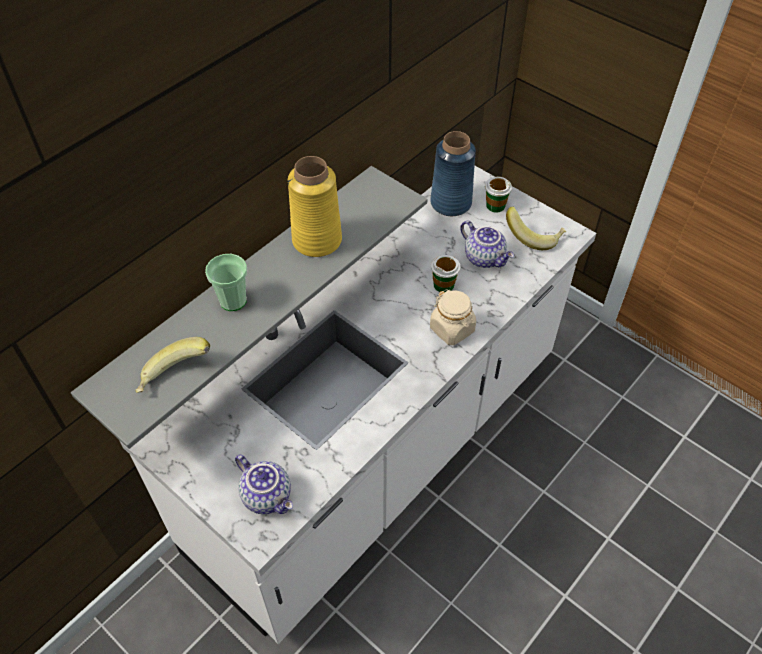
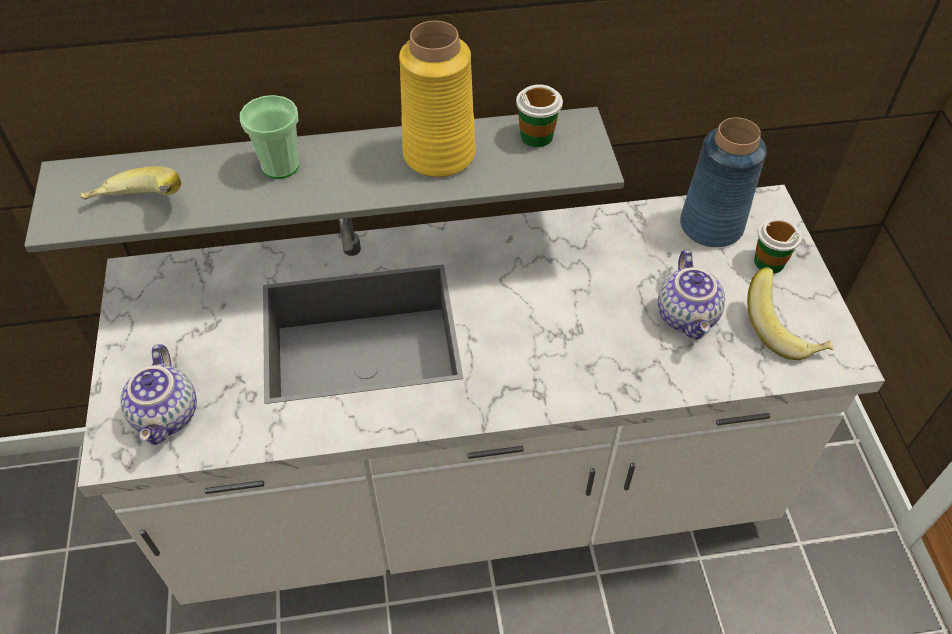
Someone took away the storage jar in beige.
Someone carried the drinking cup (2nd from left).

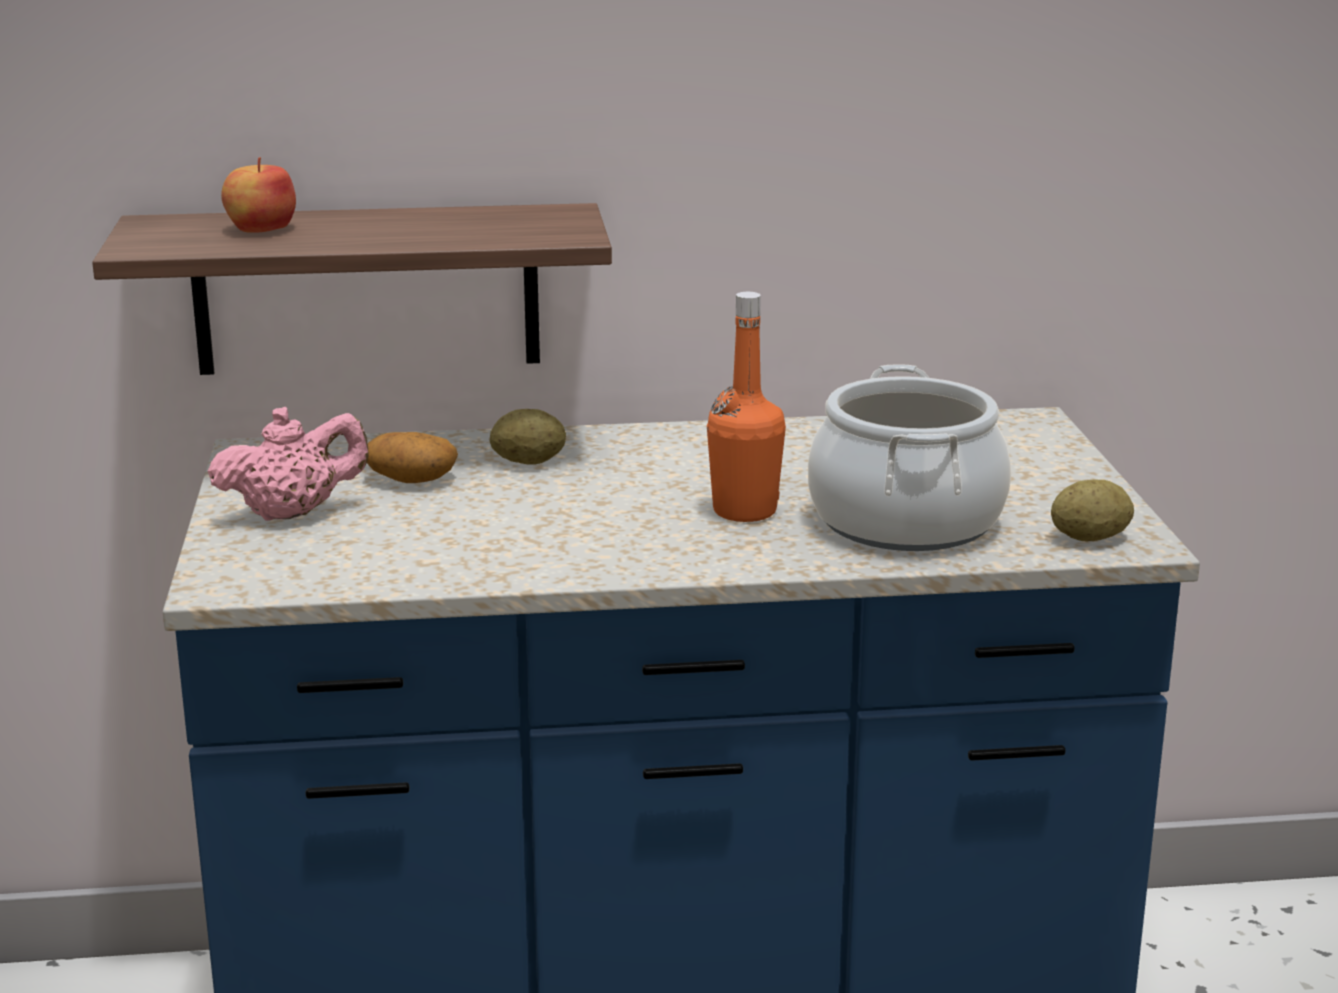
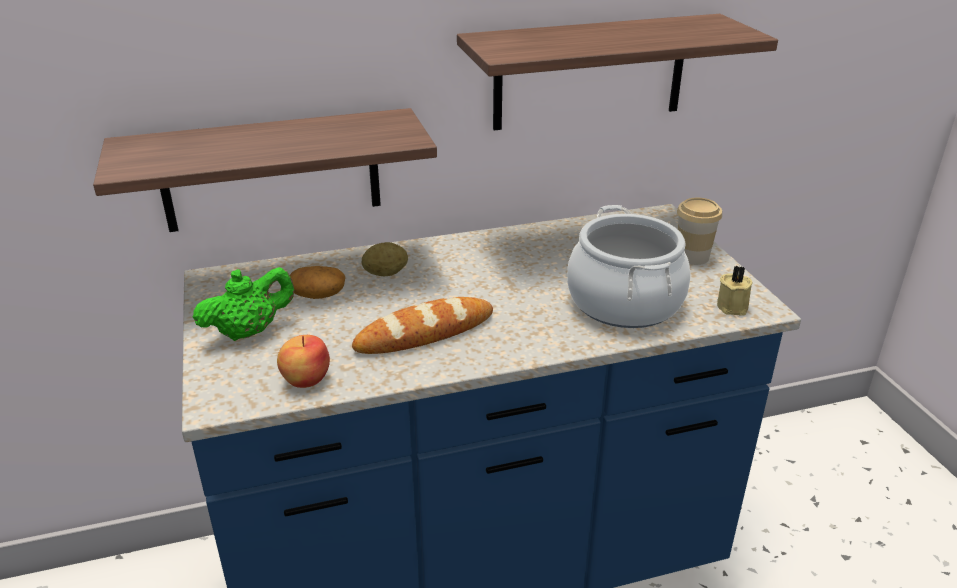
Someone repainted the tea pot in pink, which became the tea pot in greenish.
Someone carried the whole apple.
Someone took away the beverage bottle in orange.
Someone swapped the potato (3rd from left) for the wax candle in beige.
Someone put down the bread.
Someone put up the wall shelf (2nd from left).
Someone put down the drinking cup.

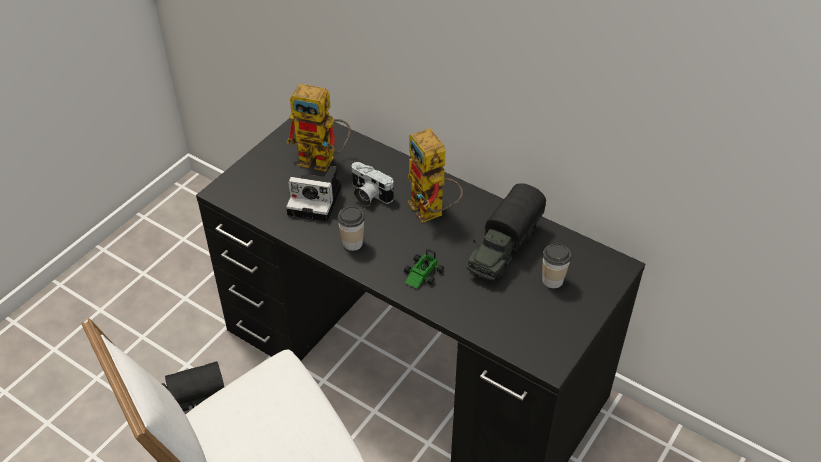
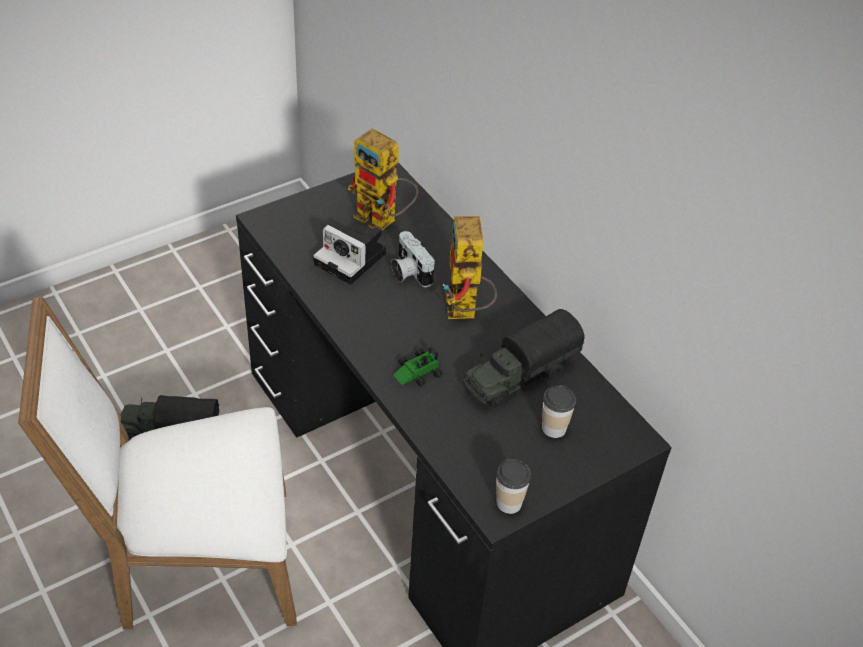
Someone carried the drinking cup (1st from left).

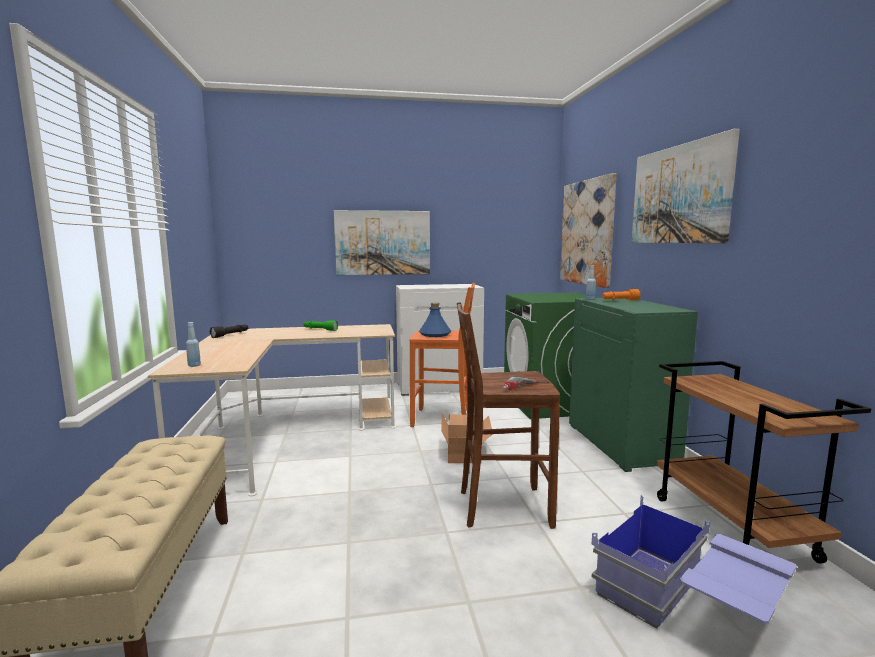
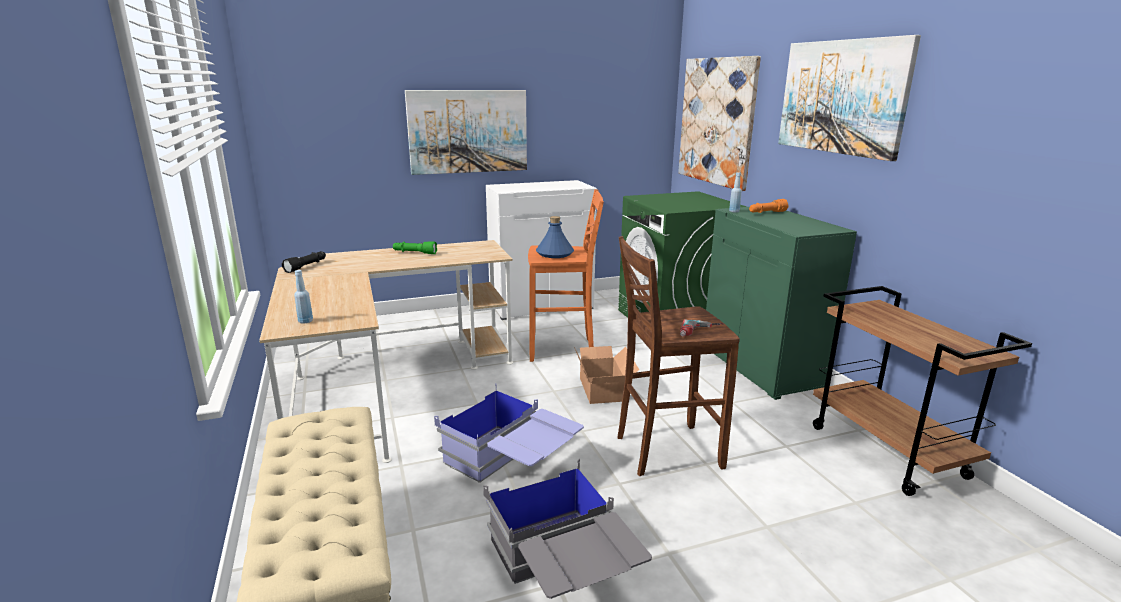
Someone carried the storage bin in blue.
Someone put down the storage bin in greyish.

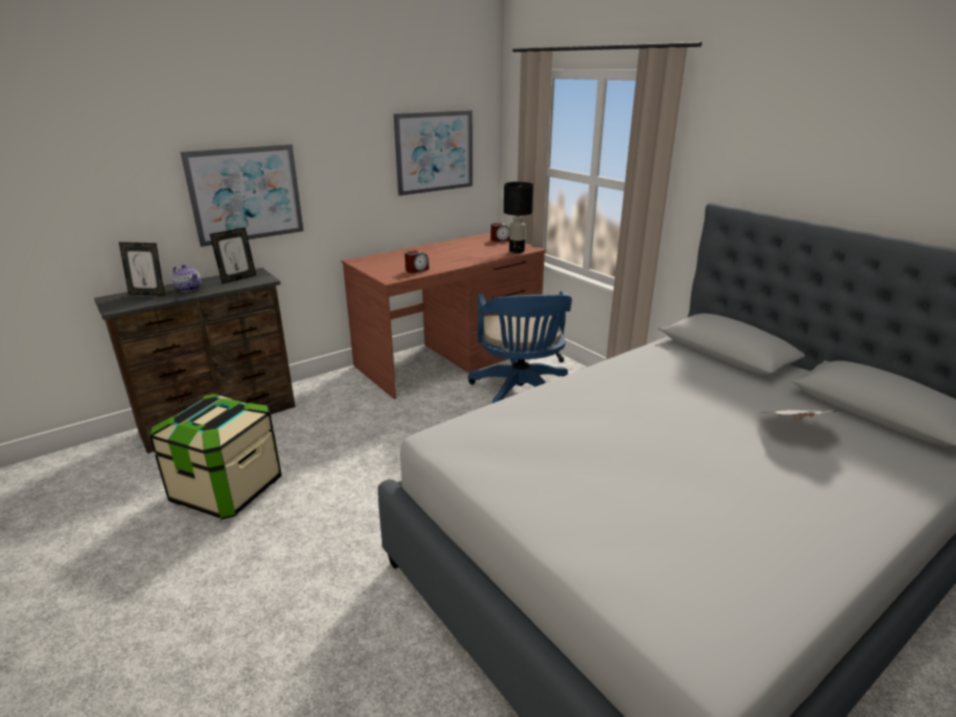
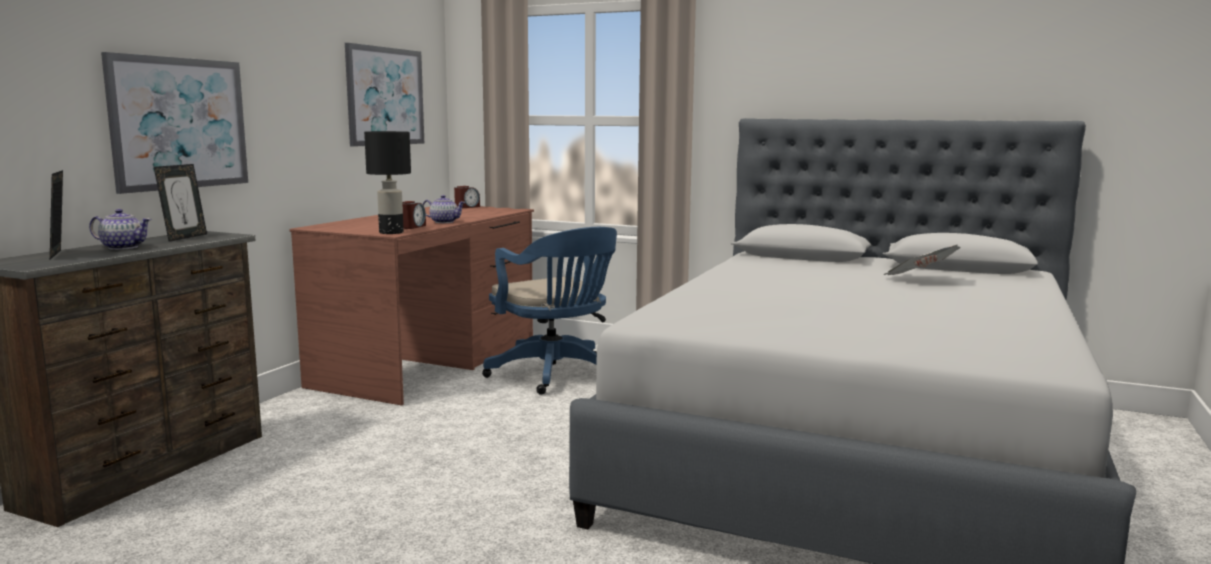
Someone rotated the picture frame (1st from left) by 90 degrees clockwise.
Someone took away the storage bin.
Someone carried the table lamp in blackish.
Someone put down the tea pot (2nd from left).

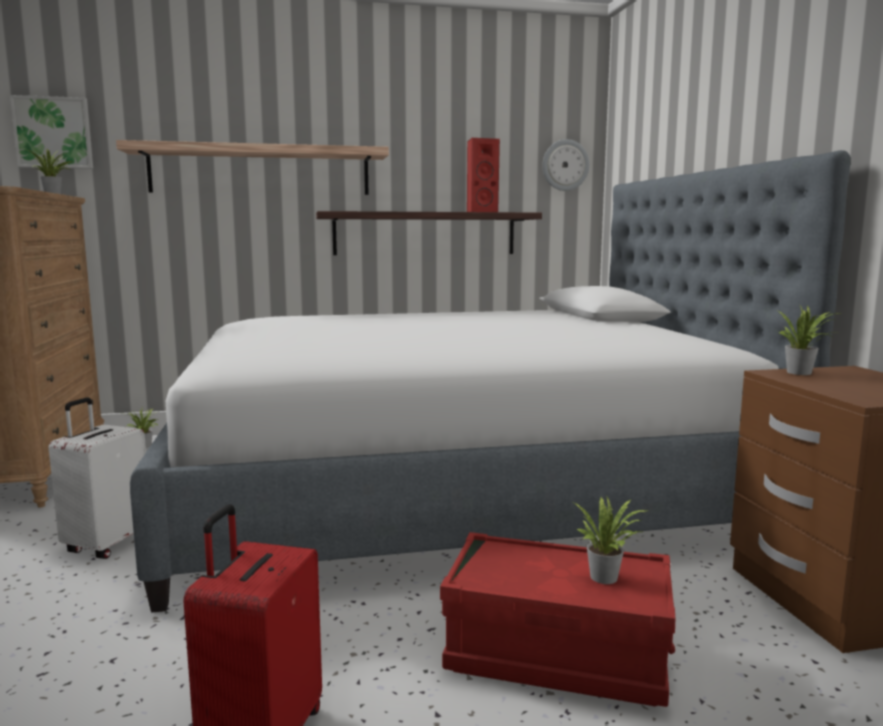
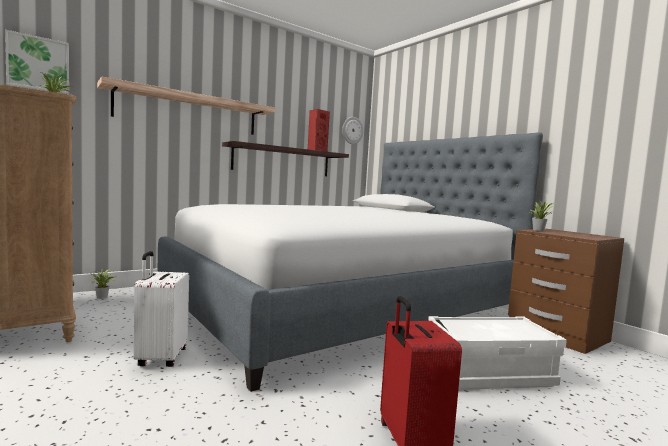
Someone repainted the storage bin in red-coloured, which became the storage bin in white.
Someone took away the potted plant (3rd from left).

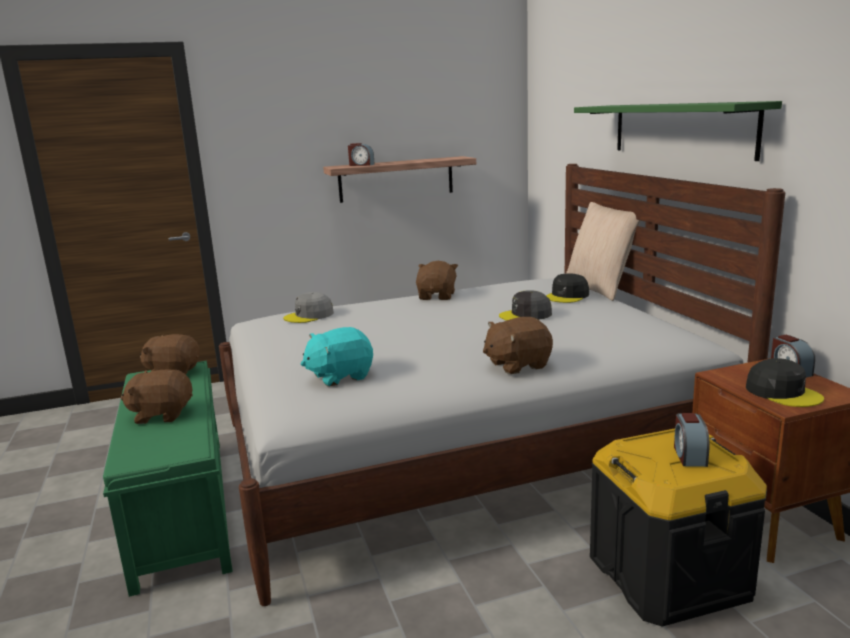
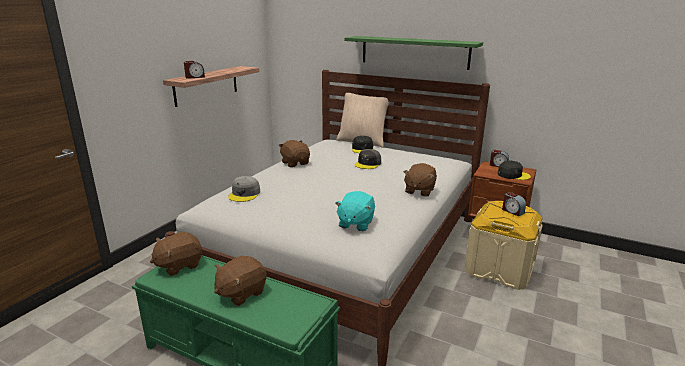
Someone repainted the storage bin in blackish, which became the storage bin in beige.

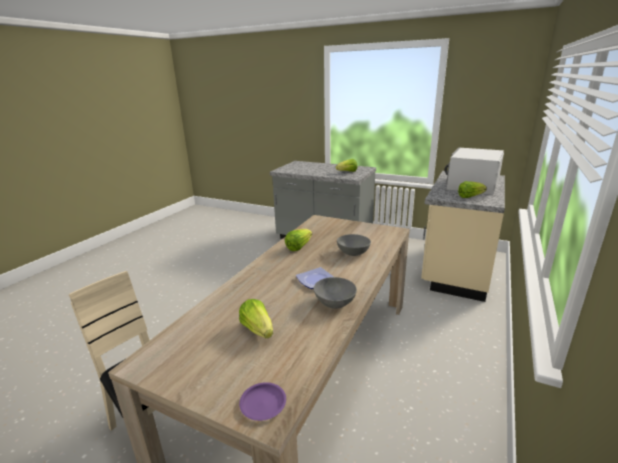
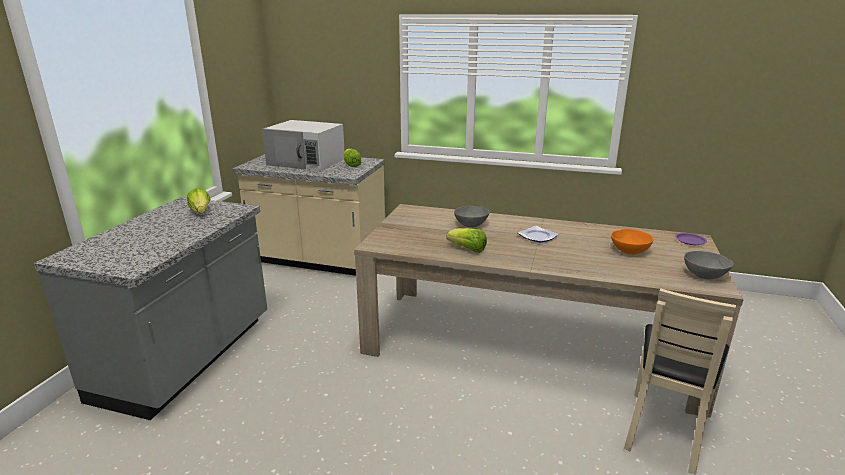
Someone swapped the lettuce head (1st from left) for the deep dish in orange.
Someone carried the deep dish in greyish (1st from left in the first image).

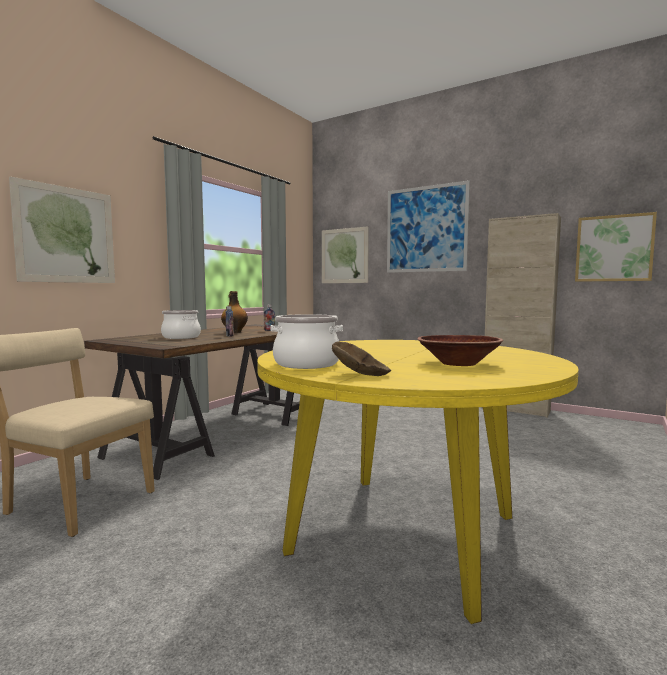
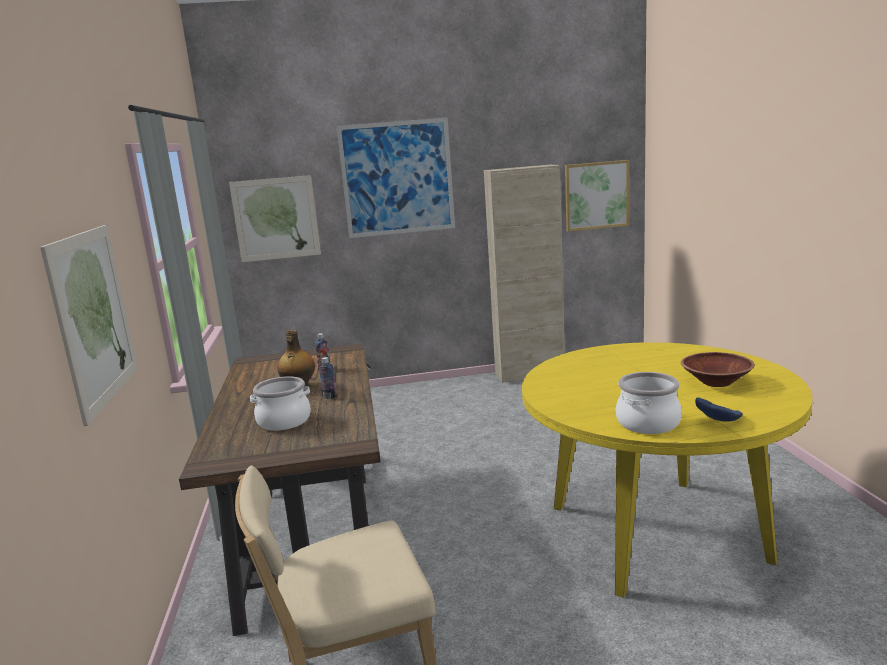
Someone repainted the deep dish in brown-coloured (1st from left), which became the deep dish in blue.

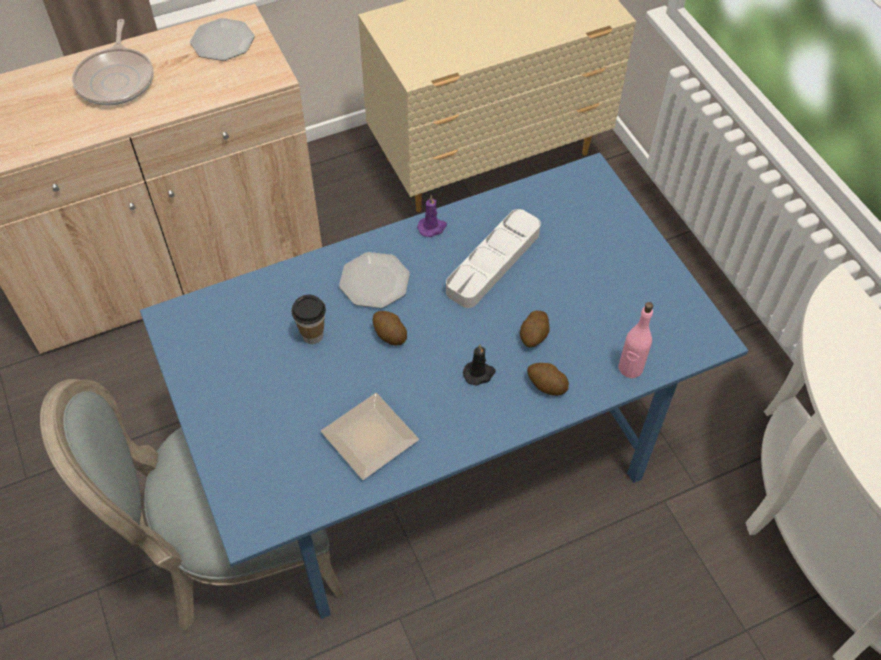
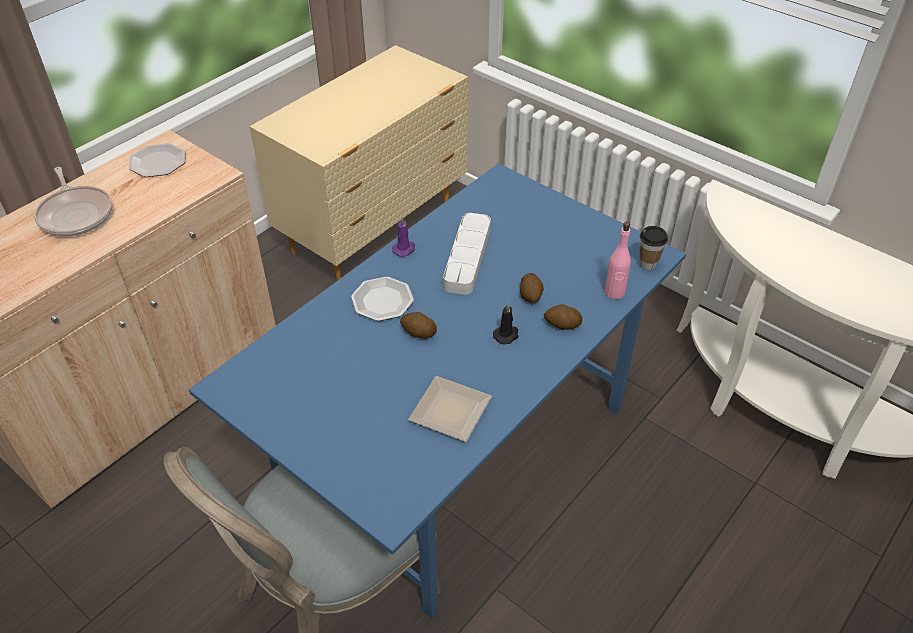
Someone carried the drinking cup.

